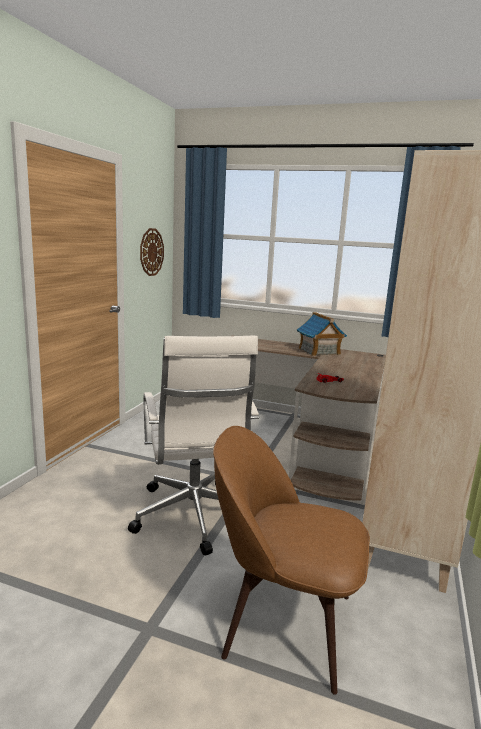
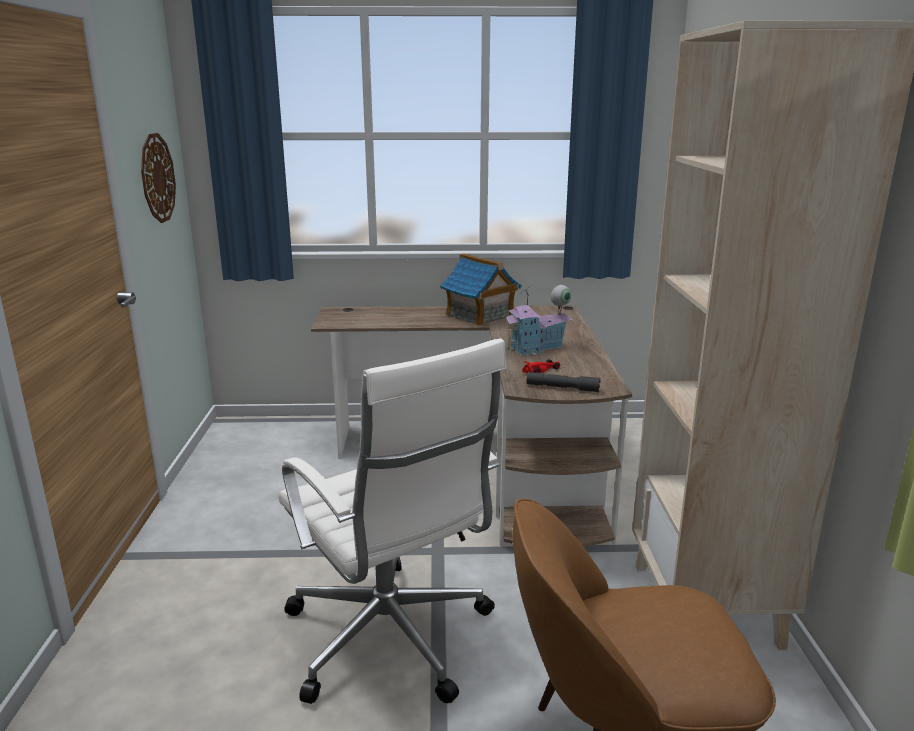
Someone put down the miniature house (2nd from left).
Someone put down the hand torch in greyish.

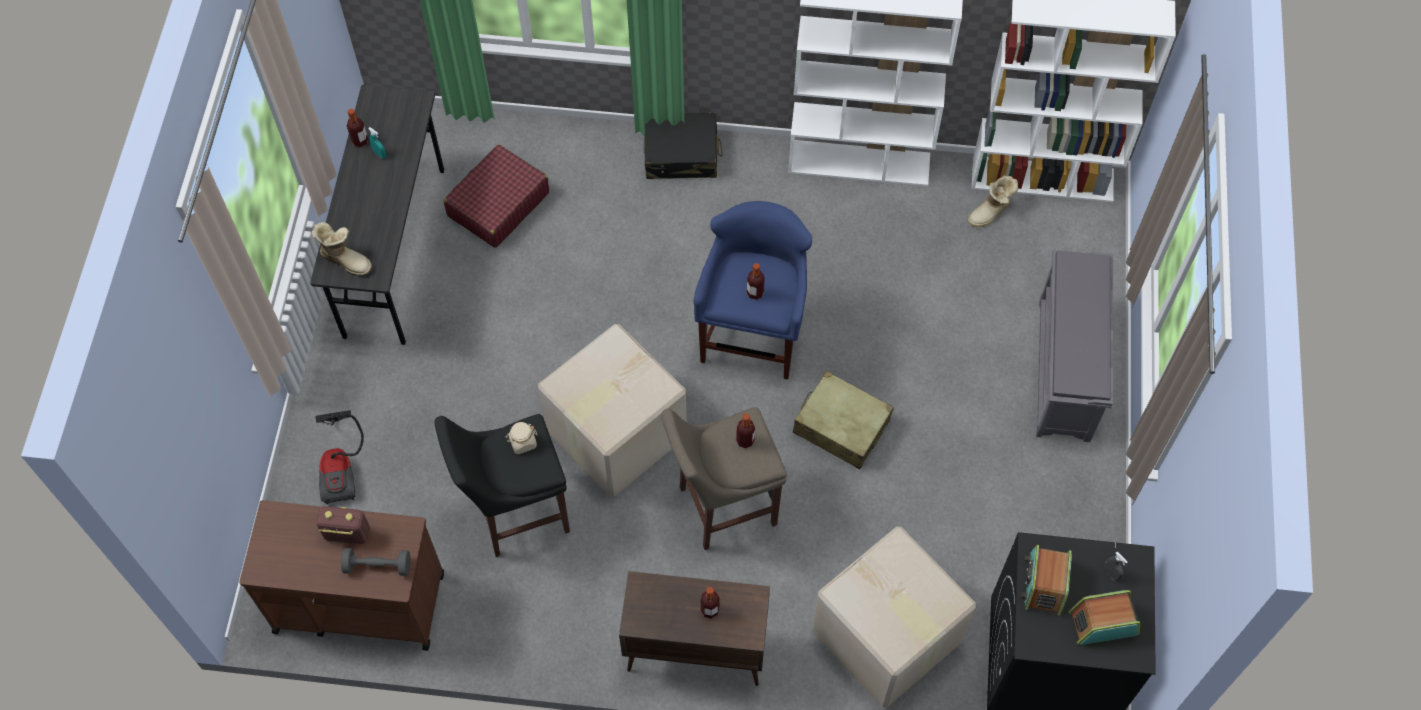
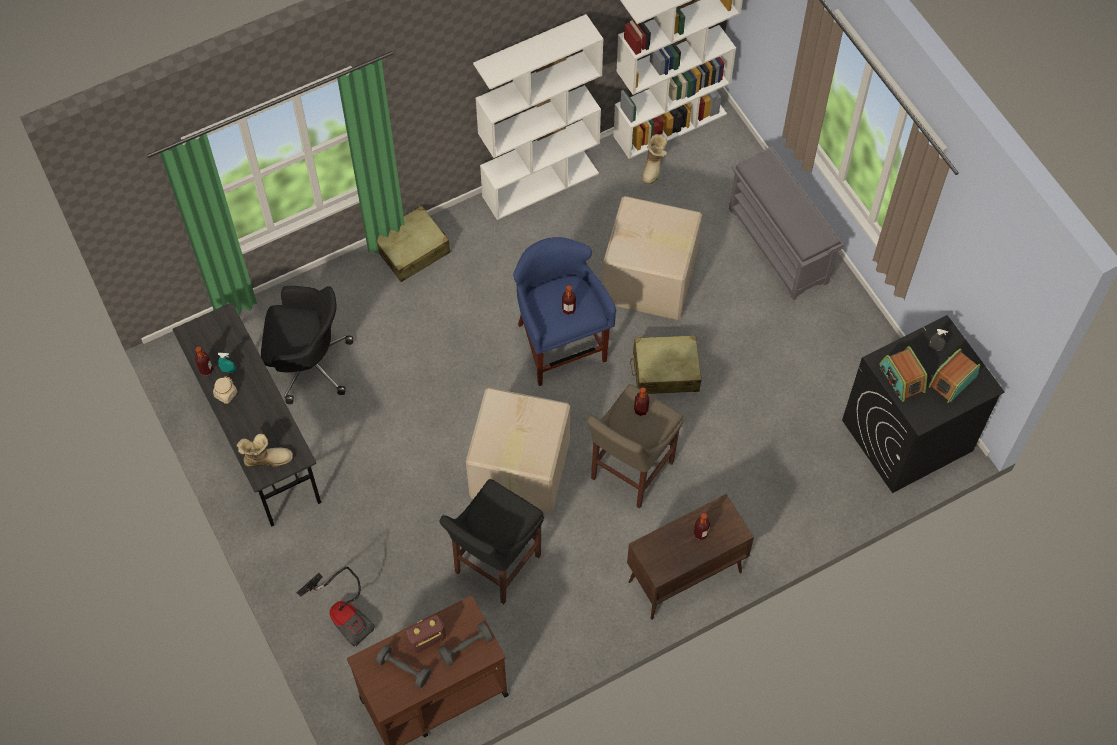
Someone swapped the suitcase in red-coloured for the computer chair in blackish.
Someone carried the storage jar in beige.
Someone repainted the suitcase in blackish, which became the suitcase in beige (1st from left).
Someone carried the packing box (2nd from left).
Someone put down the hand weight in greyish (1st from left).

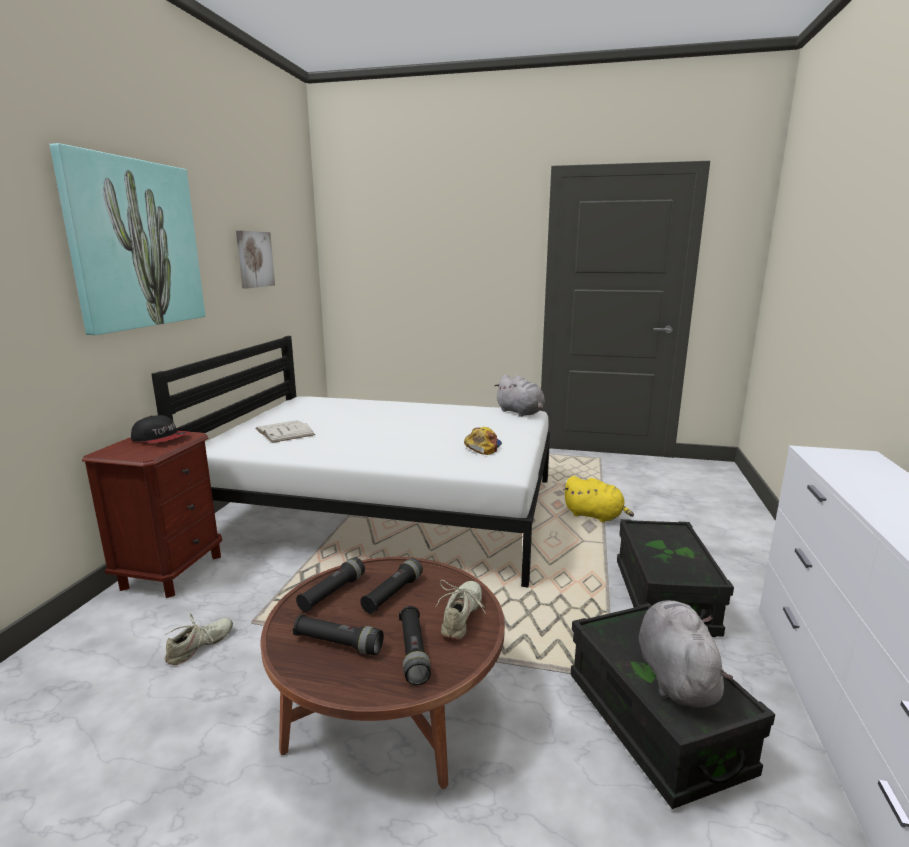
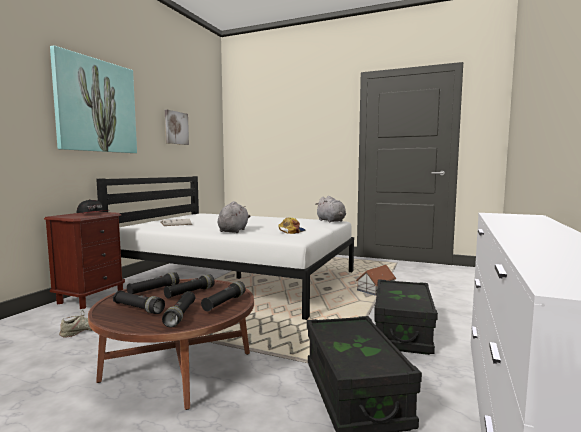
Someone swapped the low shoe in beige (2nd from left) for the hand torch in blackish (5th from left).
Someone swapped the soft toy in yellowish for the miniature house.
Someone carried the soft toy in greyish (2nd from left in the first image).

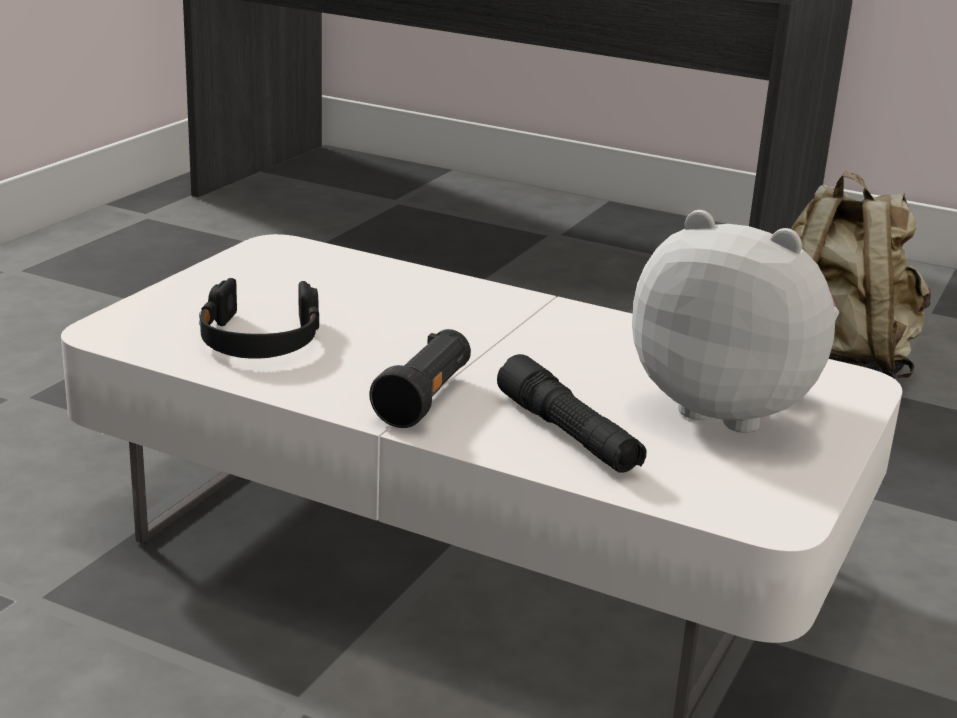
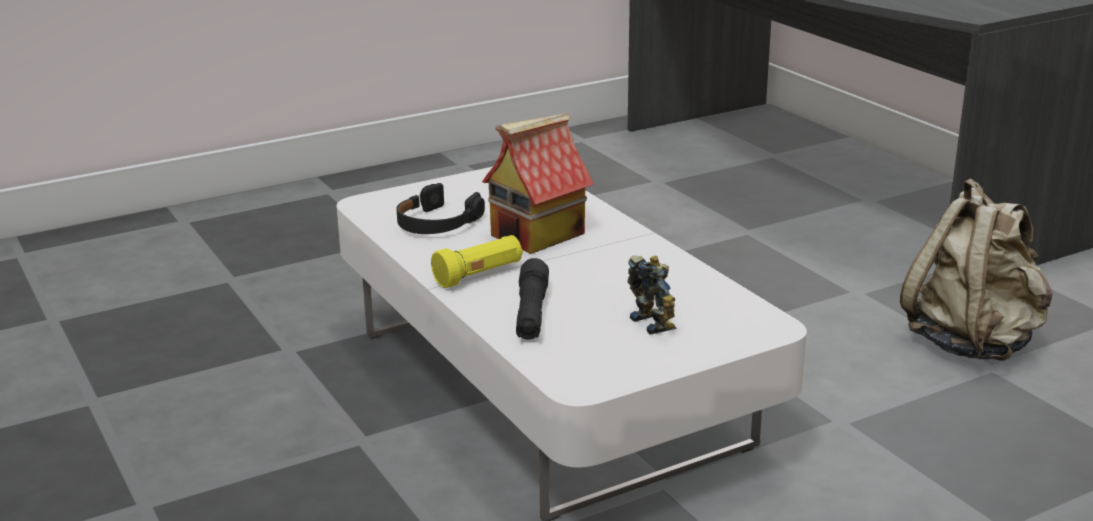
Someone repainted the hand torch in blackish (1st from left), which became the hand torch in yellowish.
Someone swapped the soft toy for the toy robot.
Someone put down the miniature house.

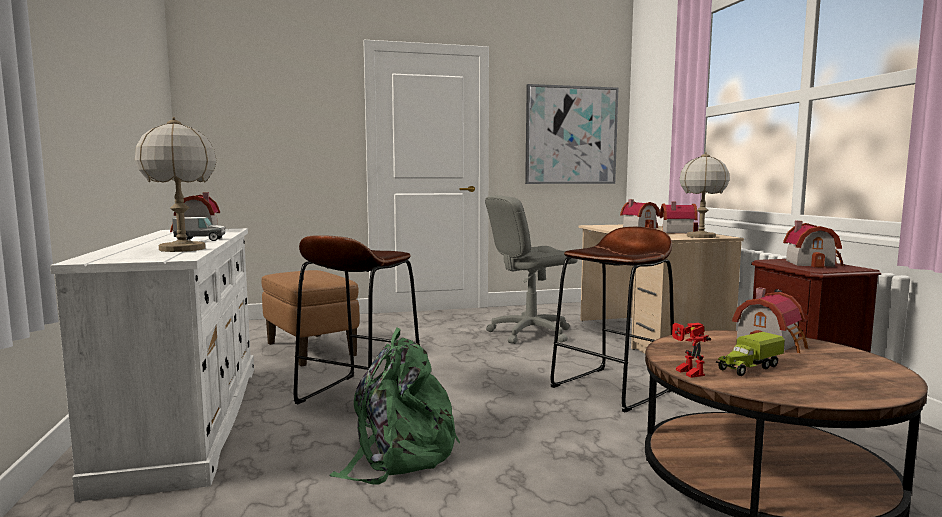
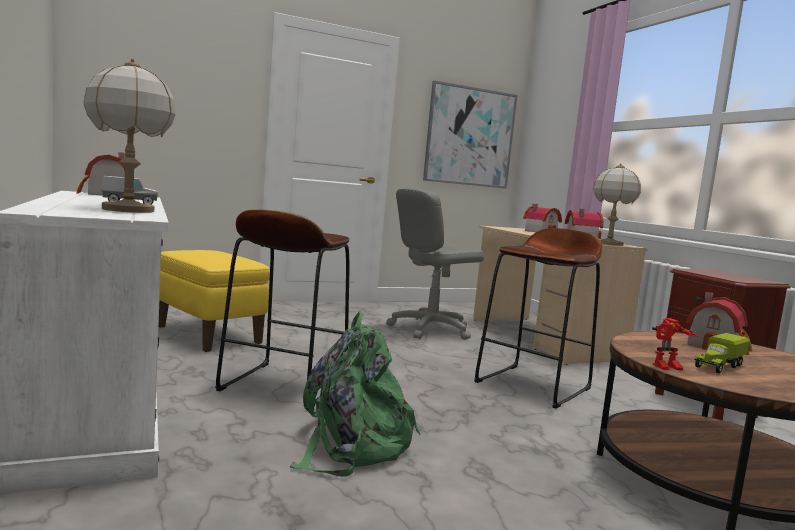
Someone repainted the ottoman in brown-coloured, which became the ottoman in yellowish.
Someone rotated the toy robot by 75 degrees counterclockwise.
Someone took away the miniature house (5th from left).

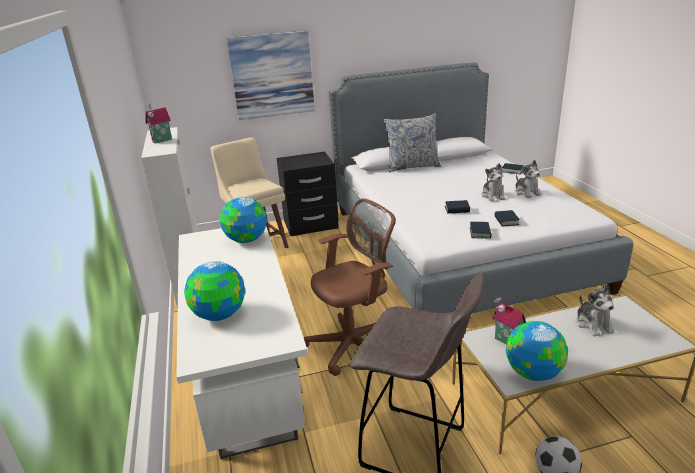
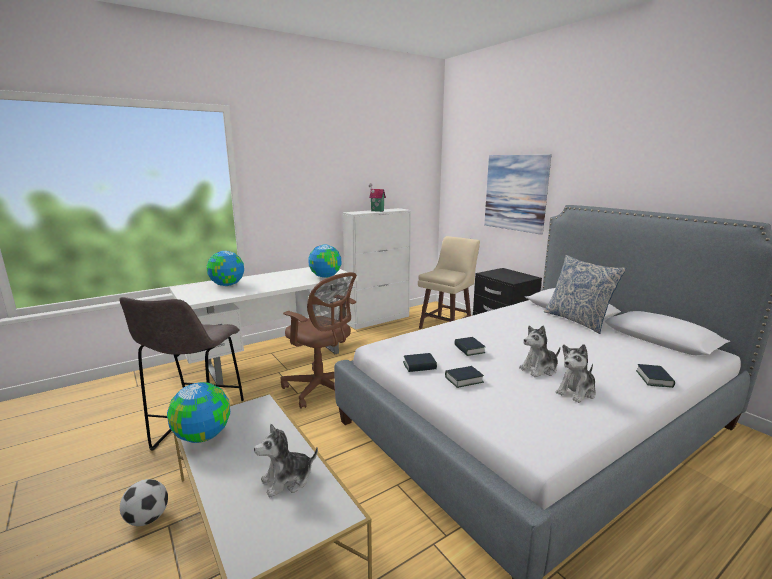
Someone took away the miniature house (2nd from left).

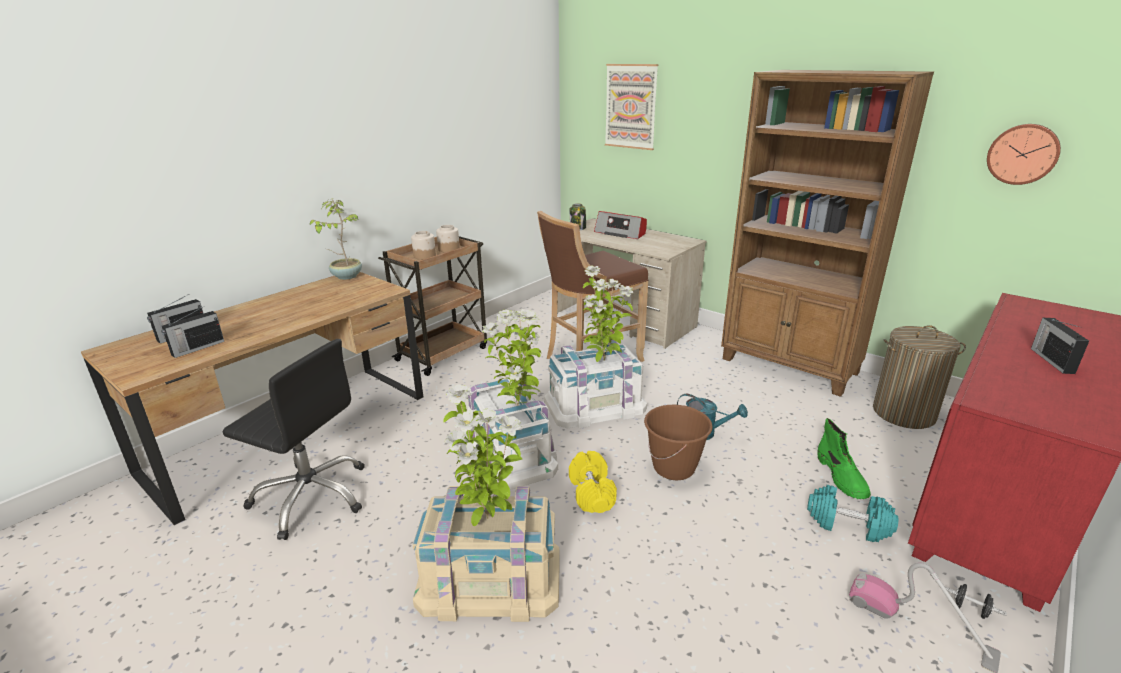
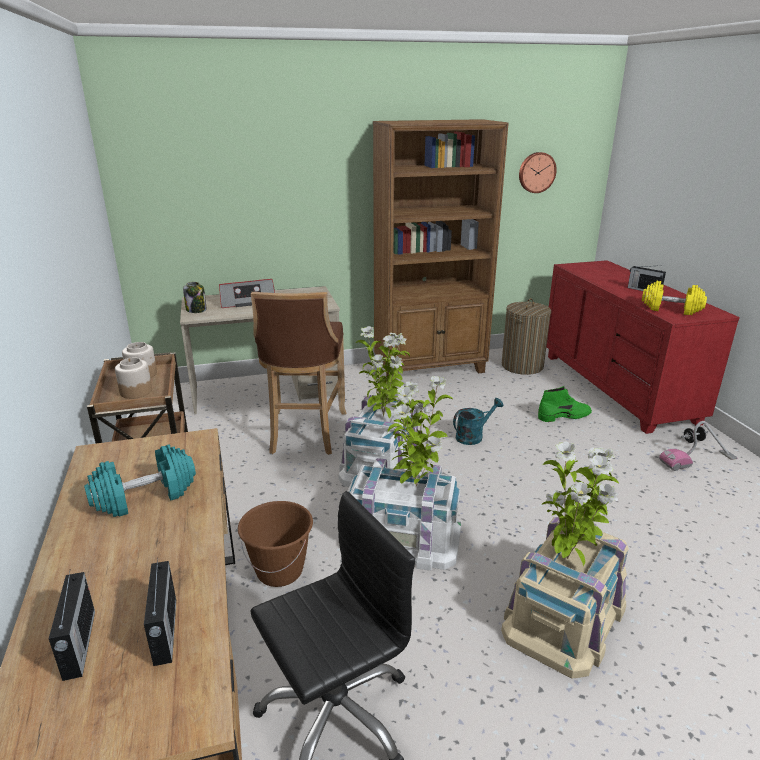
Someone took away the potted plant (1st from left).
Someone carried the hand weight in yellowish.
Someone took away the wall art.
Someone carried the water bucket in brown-coloured.
Someone carried the hand weight in blue-green.
Someone rotated the high-top boot in greenish by 45 degrees counterclockwise.

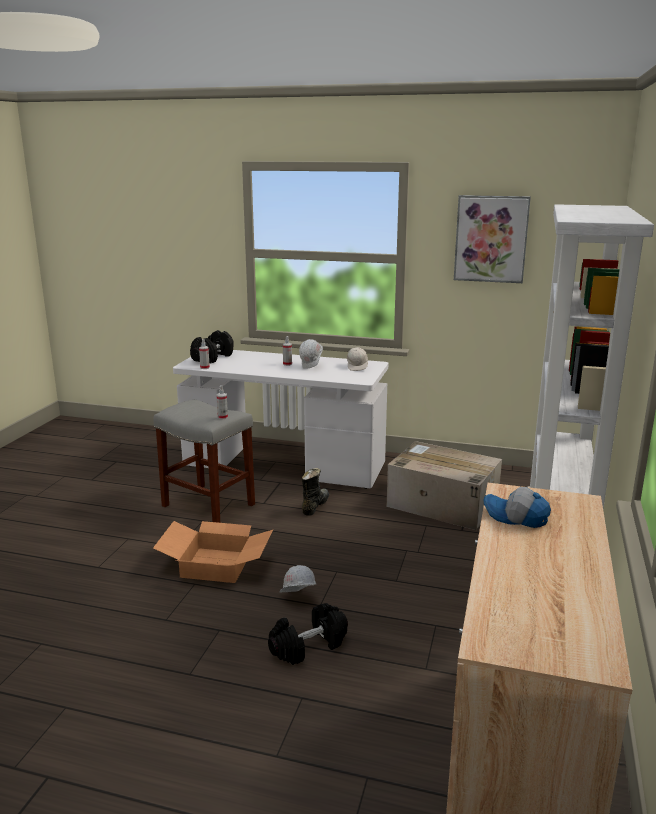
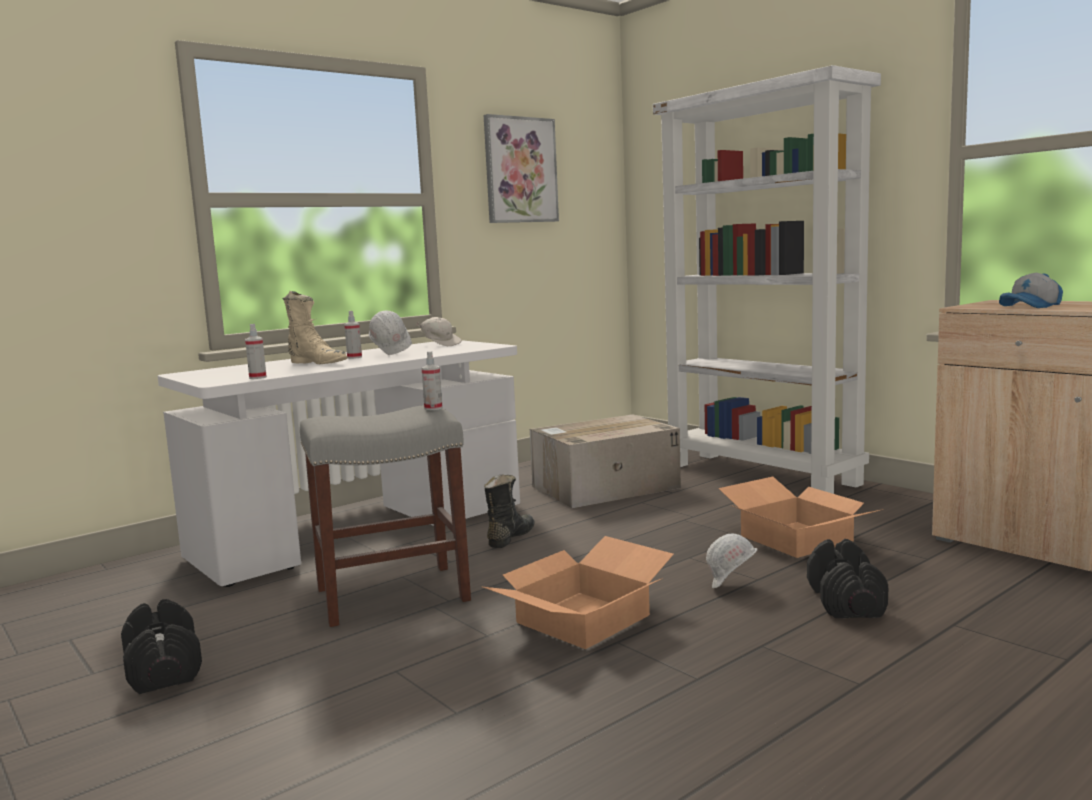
Someone carried the hand weight in blackish (1st from left).
Someone rotated the high-top boot in blackish by 60 degrees clockwise.
Someone put down the high-top boot in beige.
Someone put down the packing box (3rd from left).

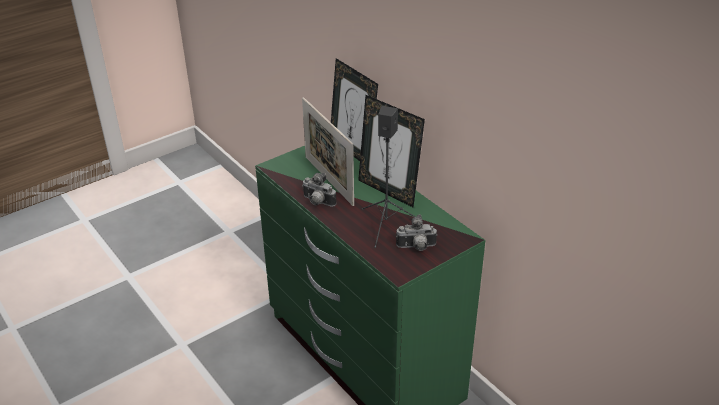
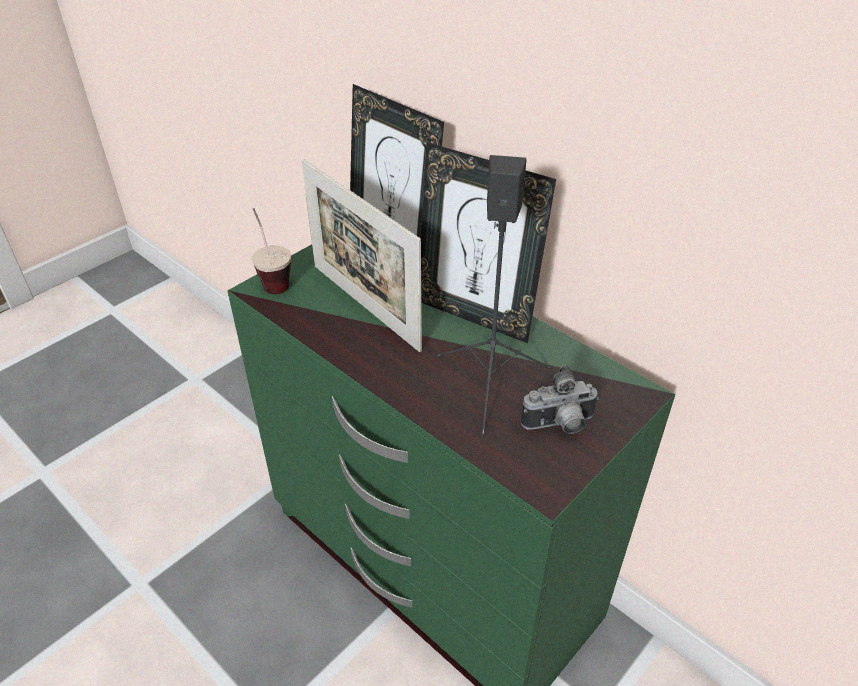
Someone took away the still camera (1st from left).
Someone put down the drinking cup.

